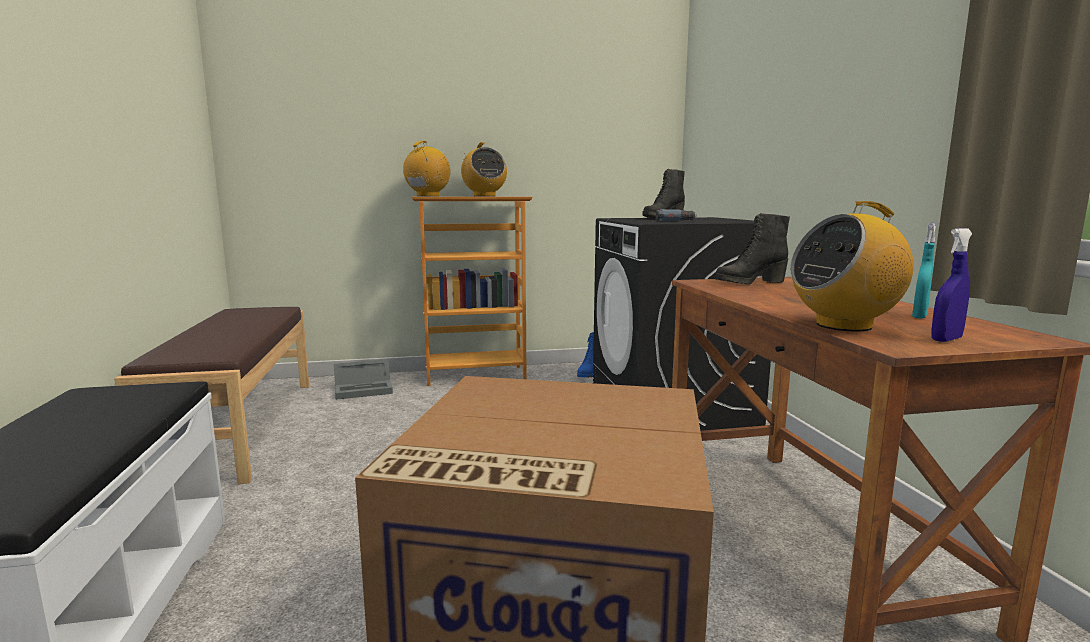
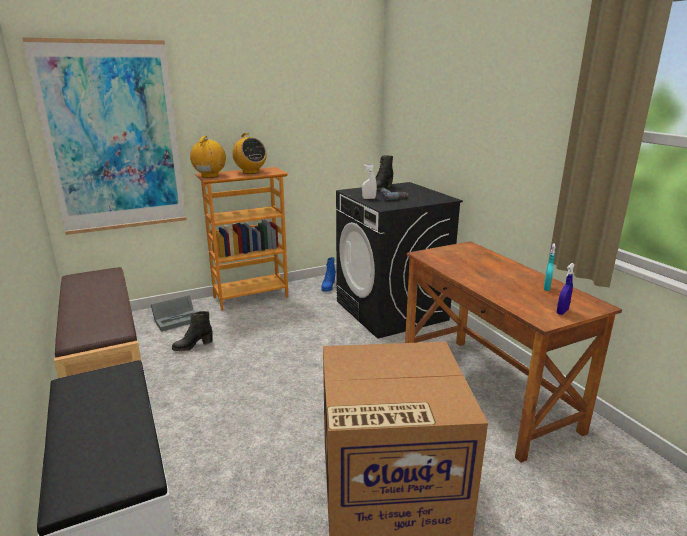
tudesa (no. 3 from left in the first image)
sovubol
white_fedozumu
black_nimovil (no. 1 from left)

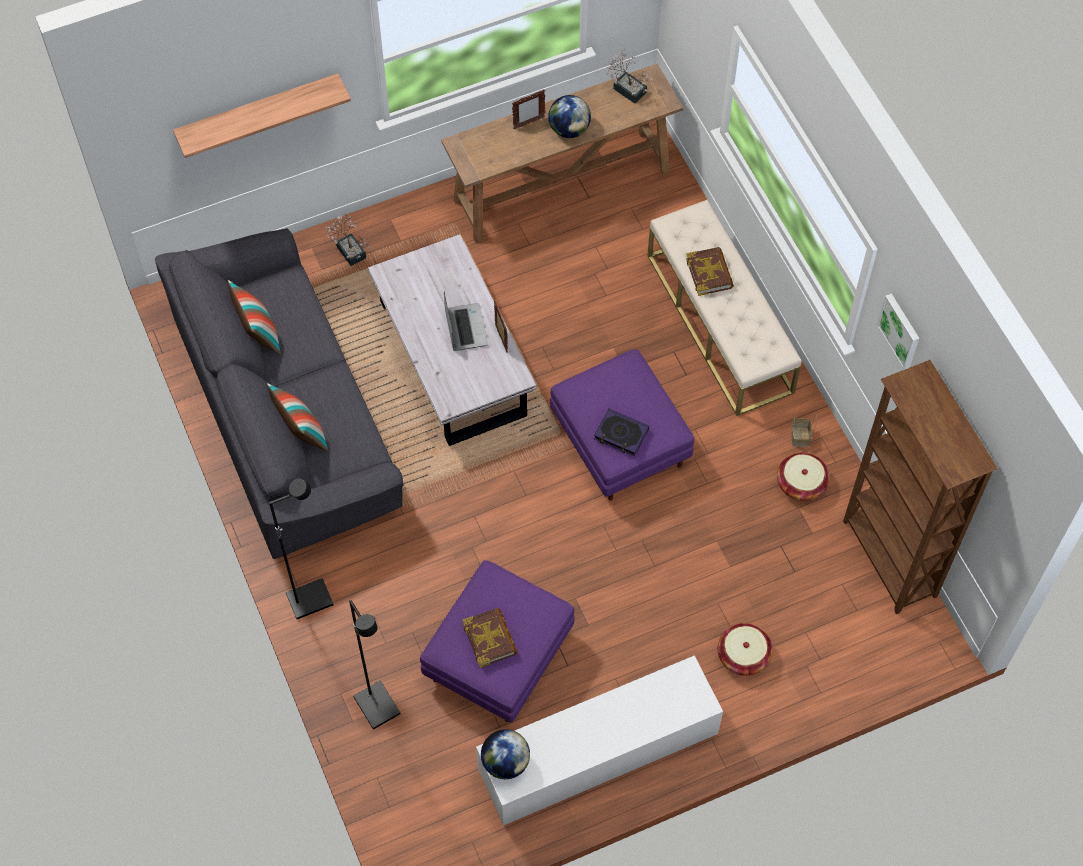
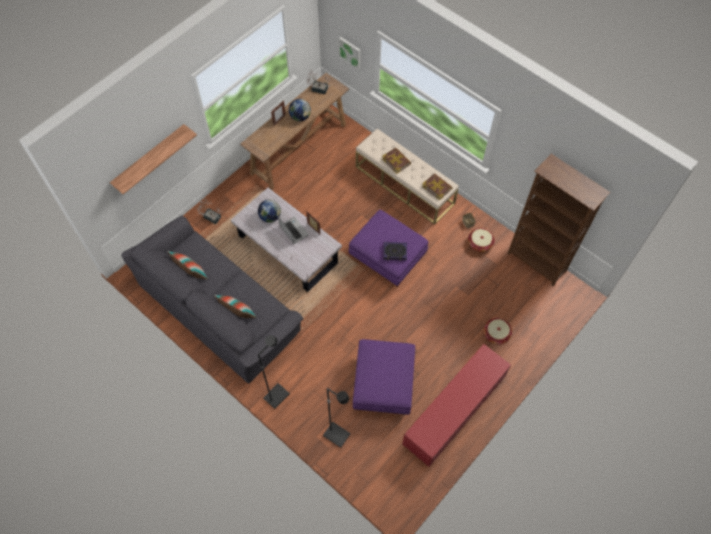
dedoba (no. 3 from left)
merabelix (no. 1 from left)
sovubol
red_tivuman

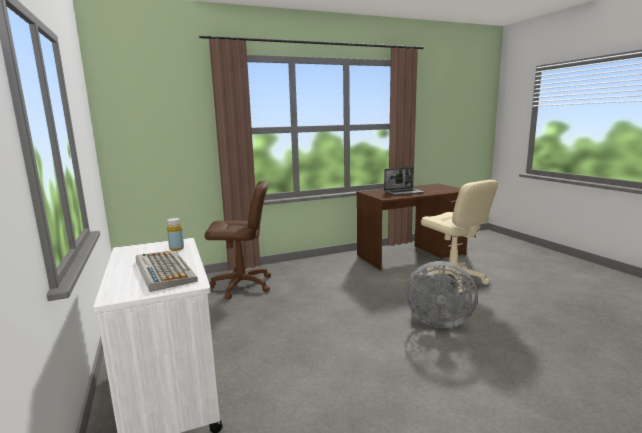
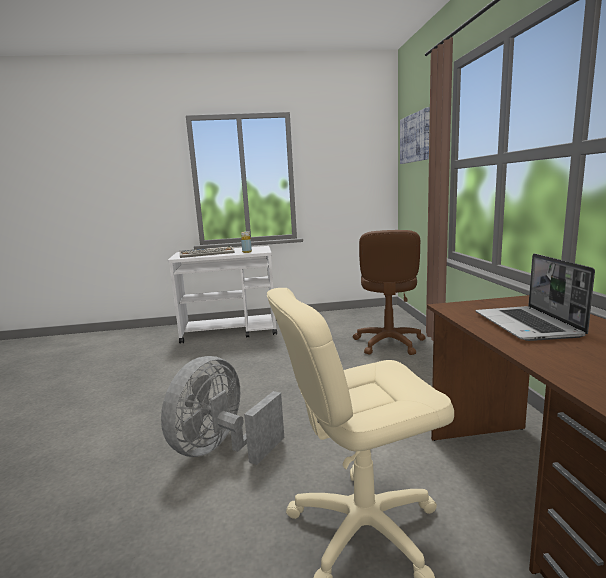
sovubol

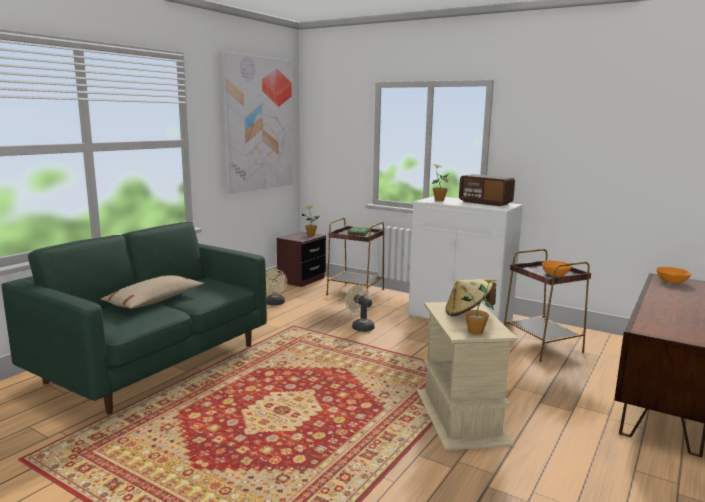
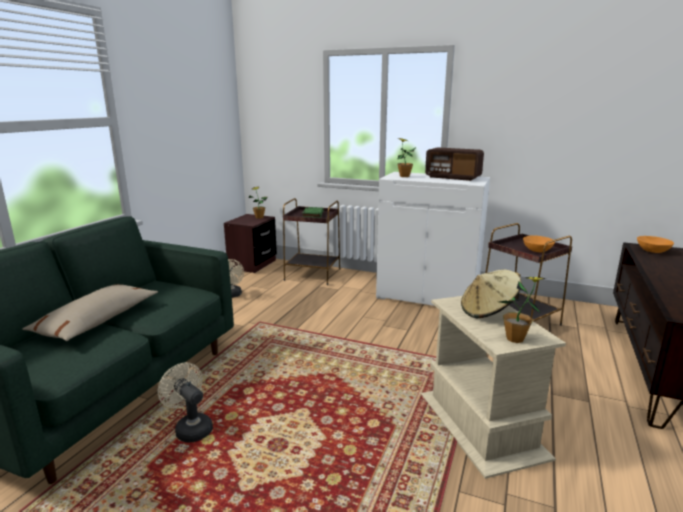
sovubol
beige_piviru (no. 1 from left)

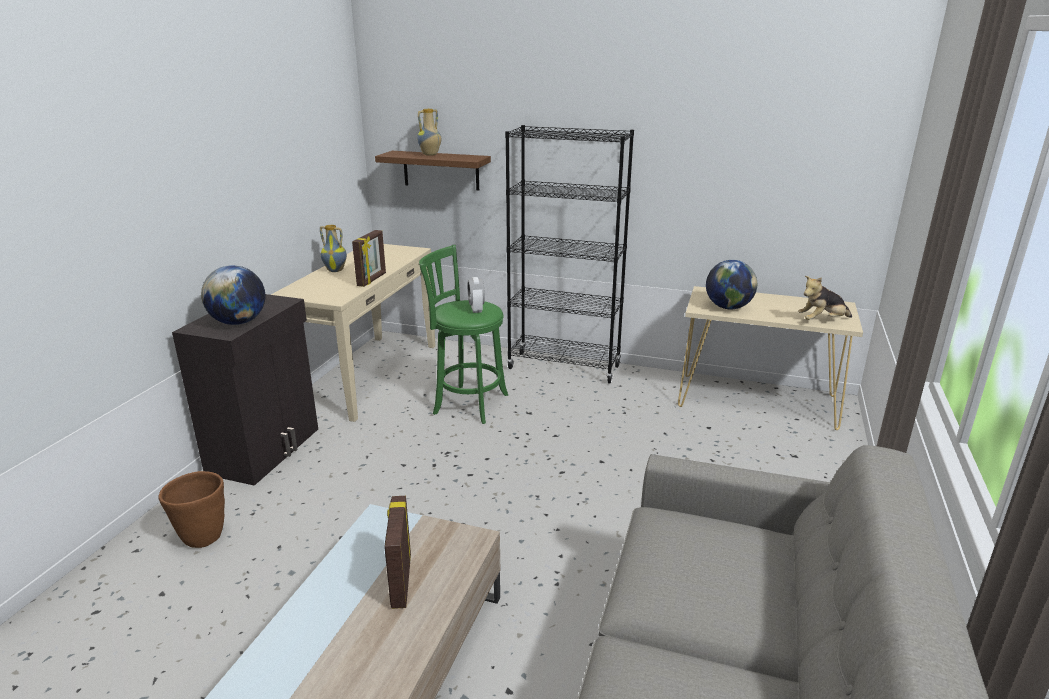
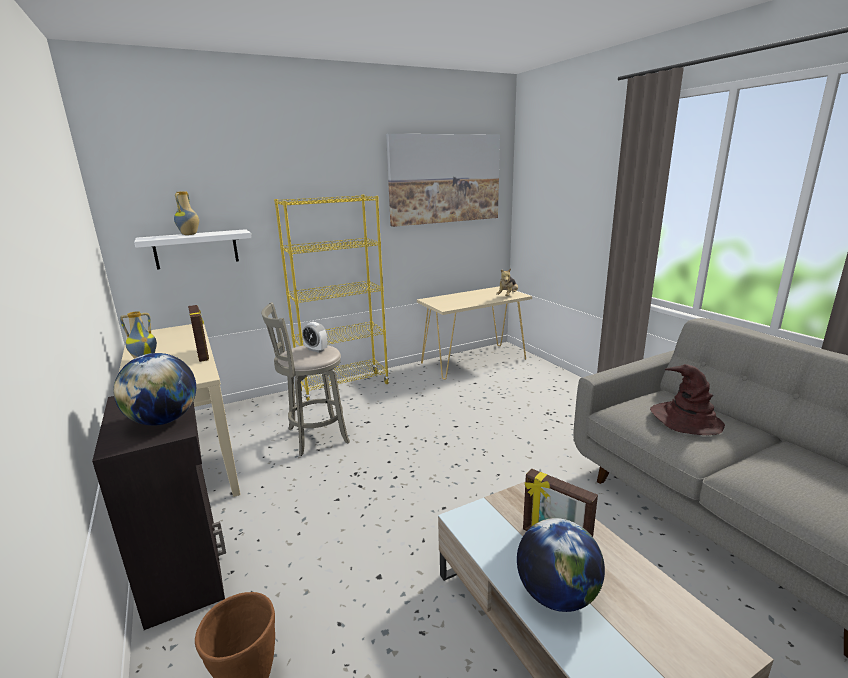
sovubol
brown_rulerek
merabelix (no. 2 from left)
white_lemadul
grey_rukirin
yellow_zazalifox

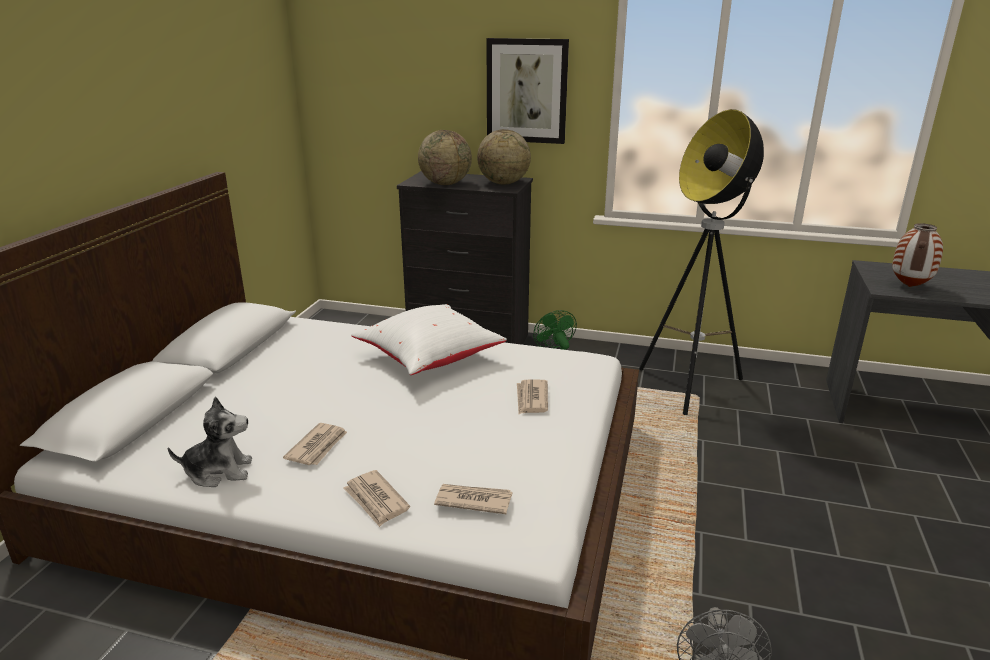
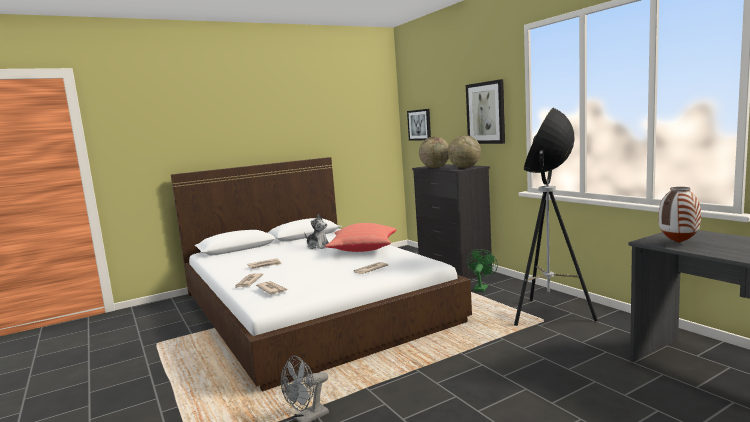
sovubol (no. 1 from left)
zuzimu
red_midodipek

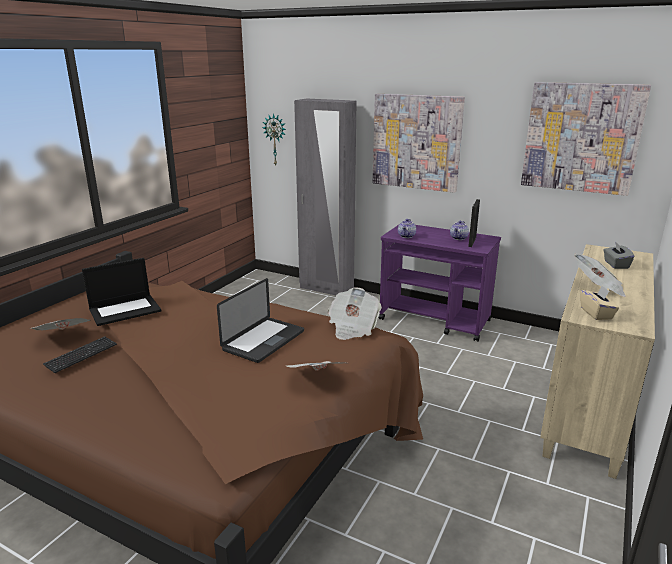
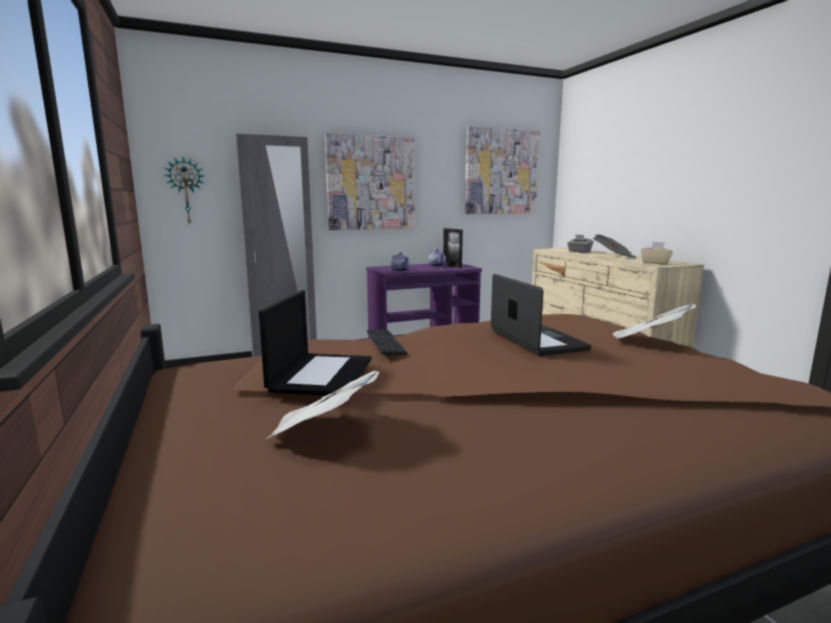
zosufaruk (no. 3 from left in the first image)
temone

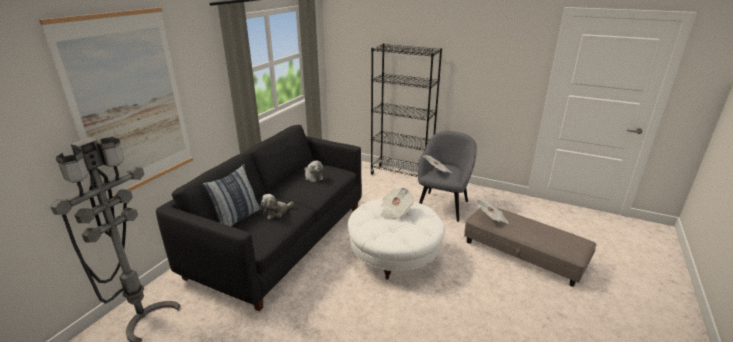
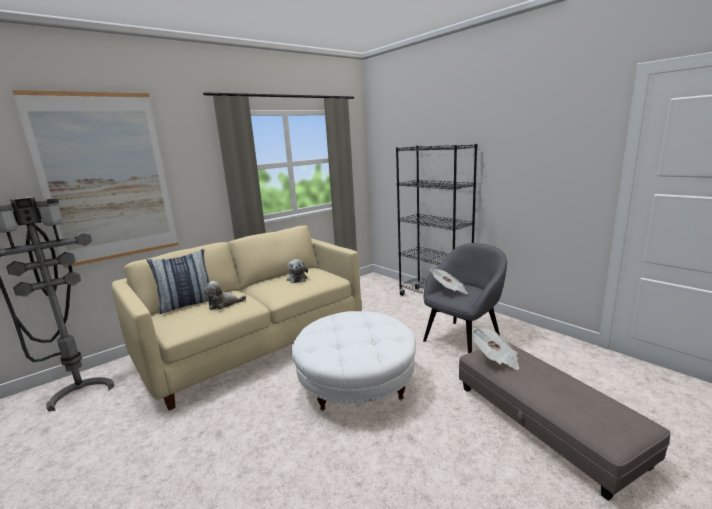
zosufaruk (no. 1 from left in the first image)
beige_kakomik

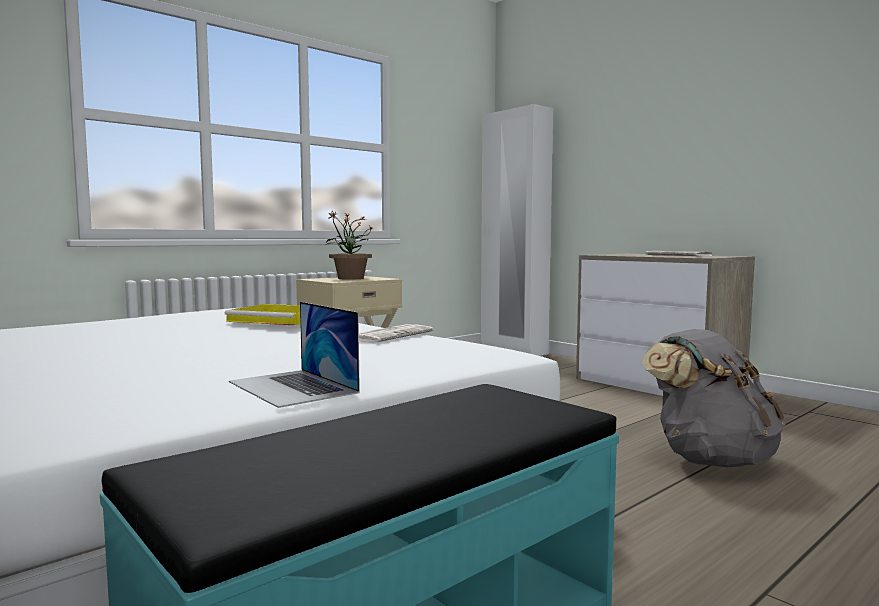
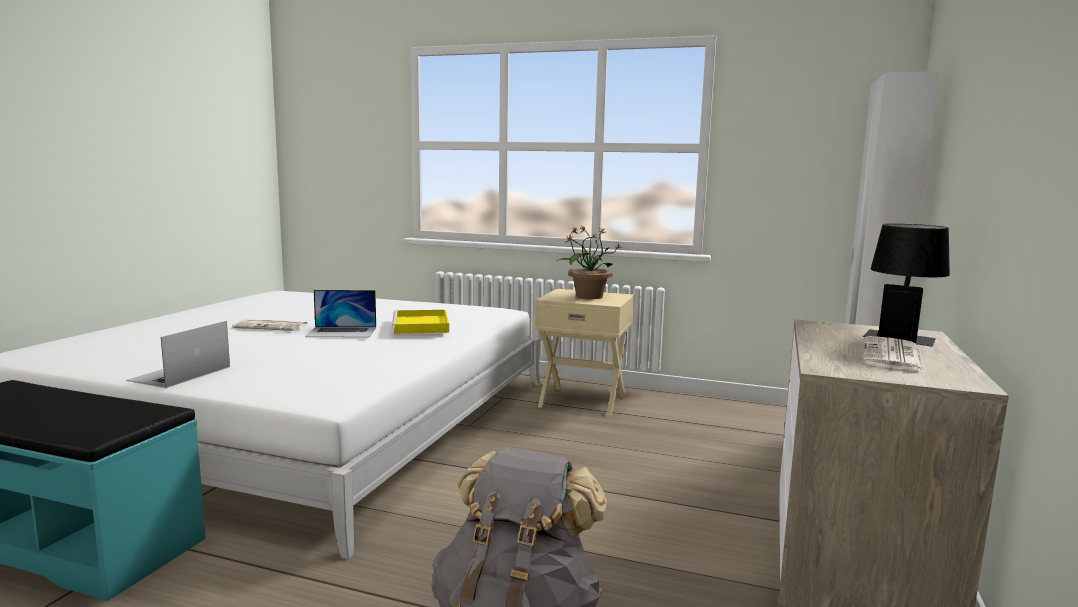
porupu (no. 2 from left)
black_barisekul
zosufaruk (no. 1 from left)

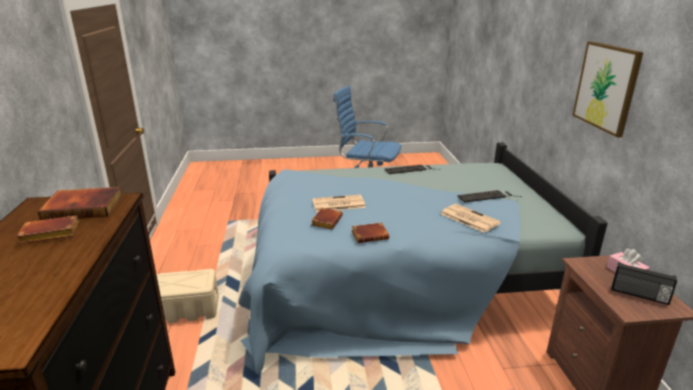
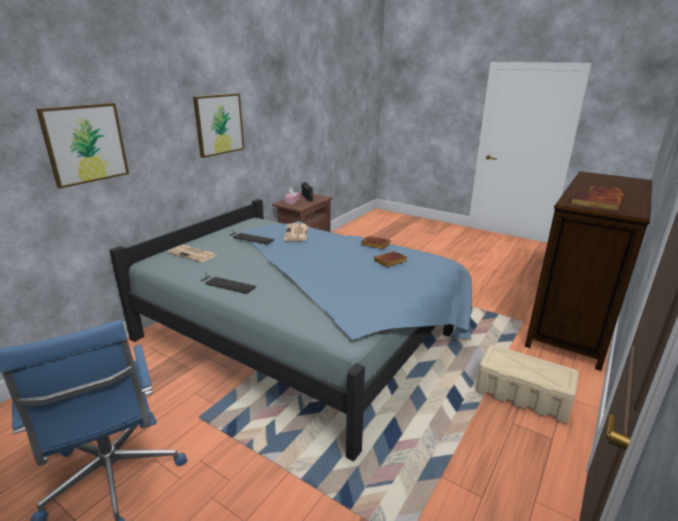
sovubol (no. 1 from left)
zosufaruk (no. 1 from left)

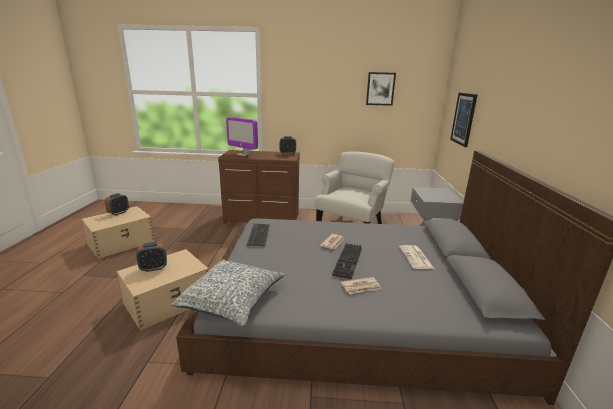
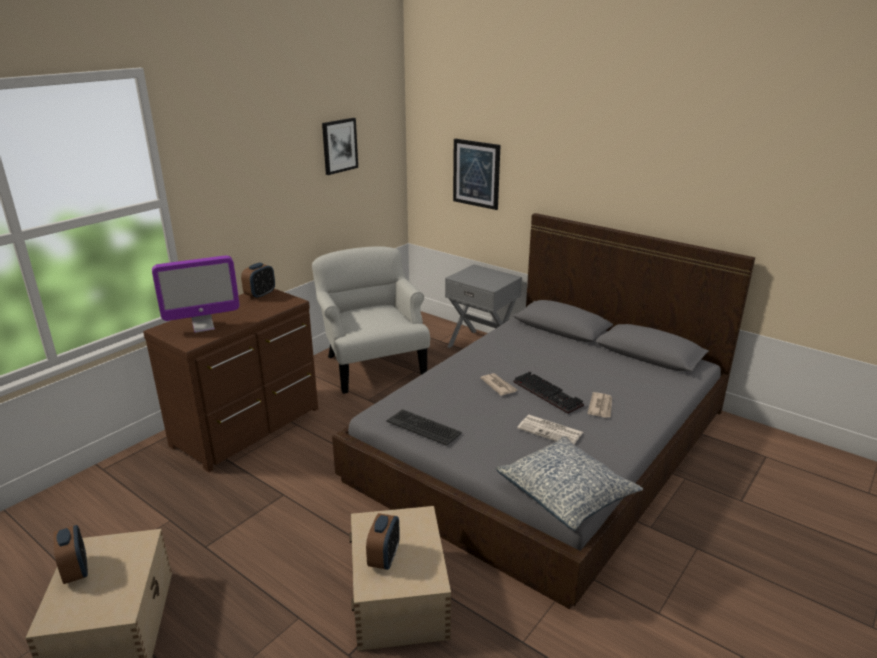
zosufaruk (no. 2 from left)

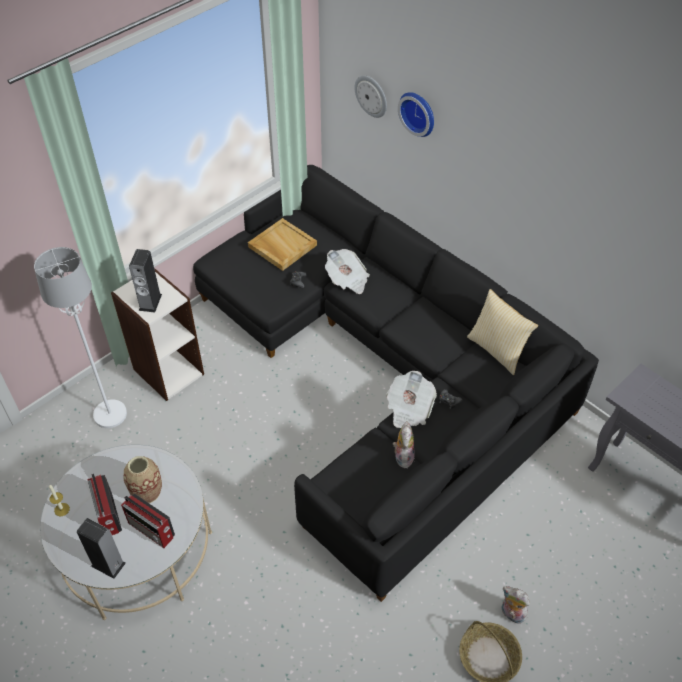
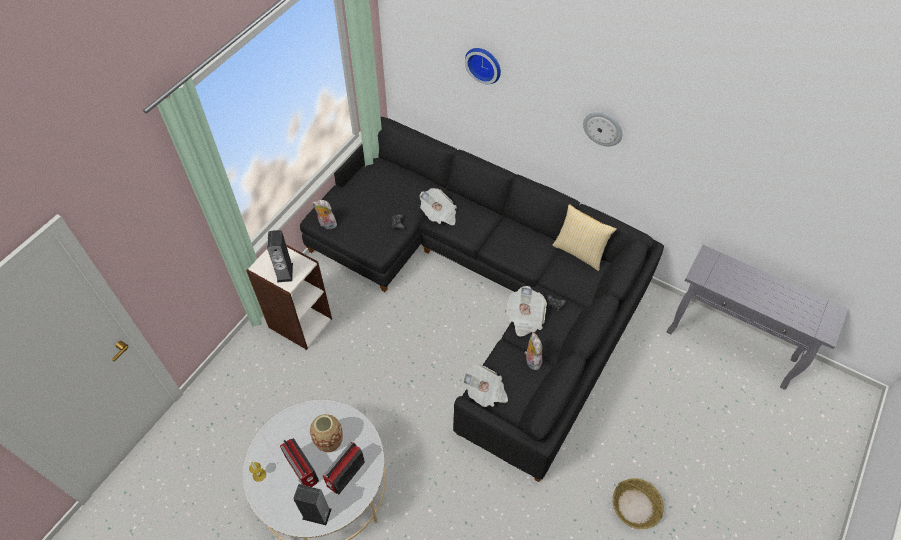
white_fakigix
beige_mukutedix
zosufaruk (no. 2 from left)
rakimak (no. 2 from left)
zuzimu (no. 1 from left)
tudesa (no. 2 from left)

